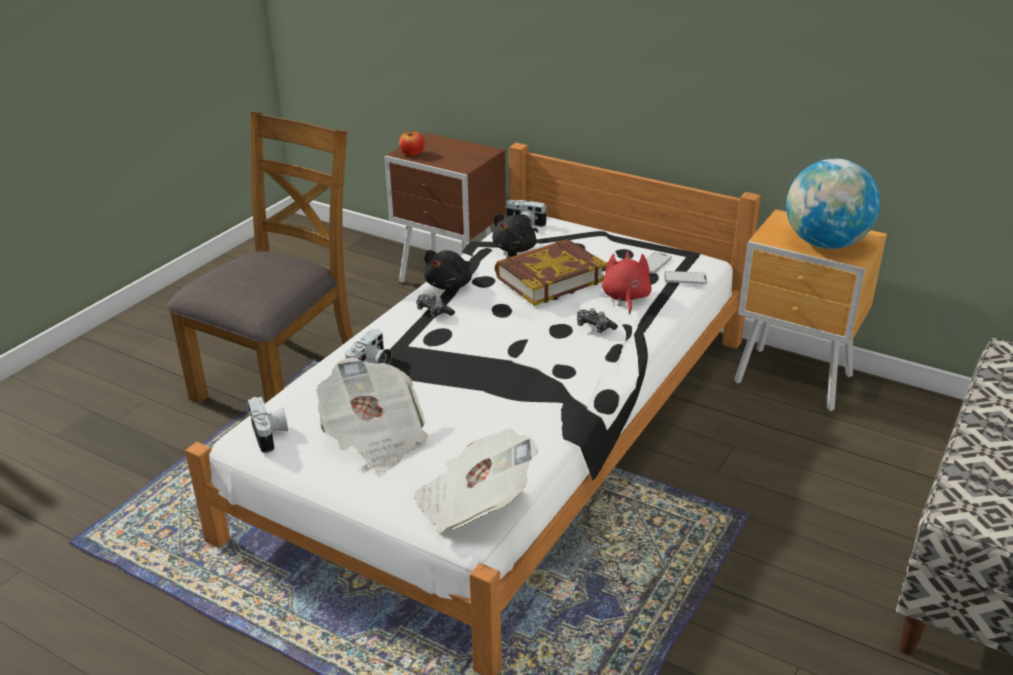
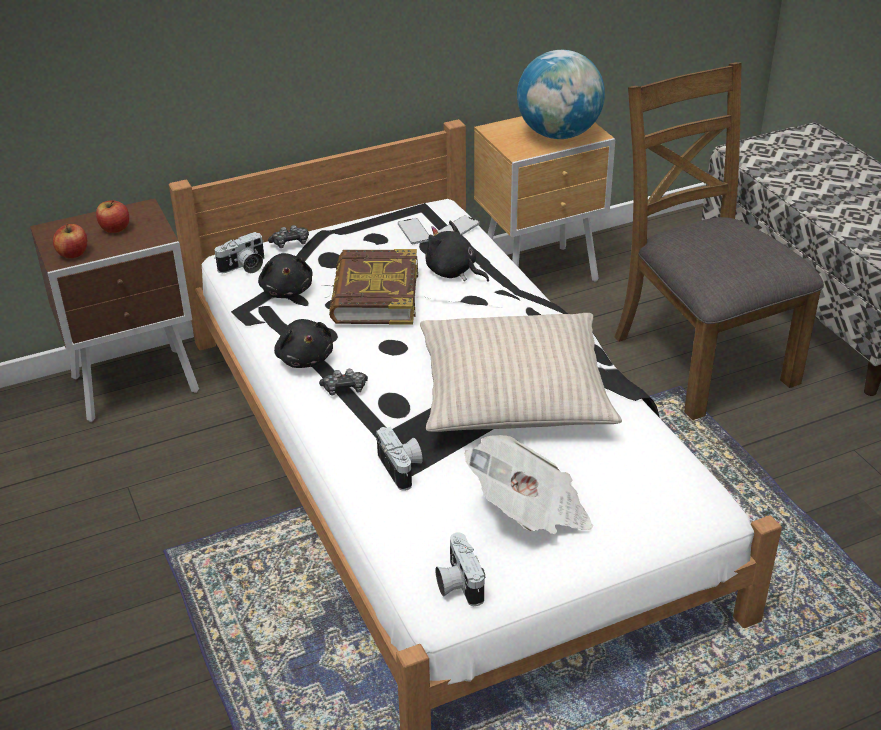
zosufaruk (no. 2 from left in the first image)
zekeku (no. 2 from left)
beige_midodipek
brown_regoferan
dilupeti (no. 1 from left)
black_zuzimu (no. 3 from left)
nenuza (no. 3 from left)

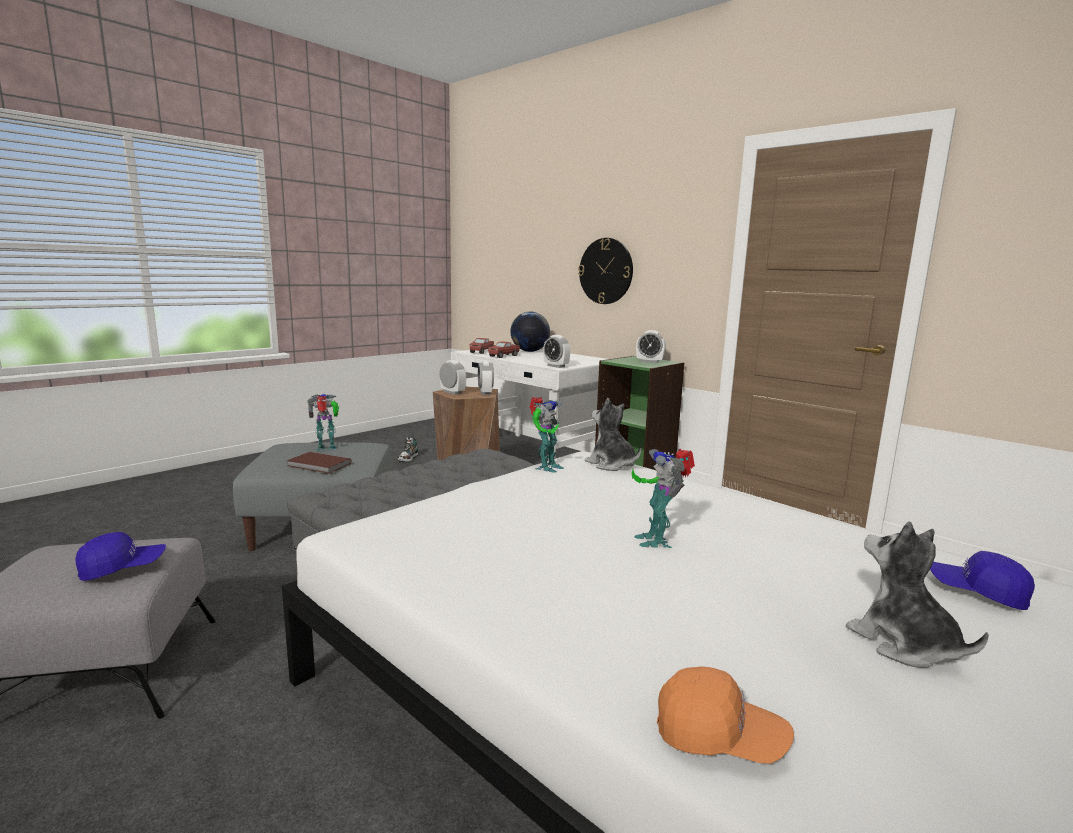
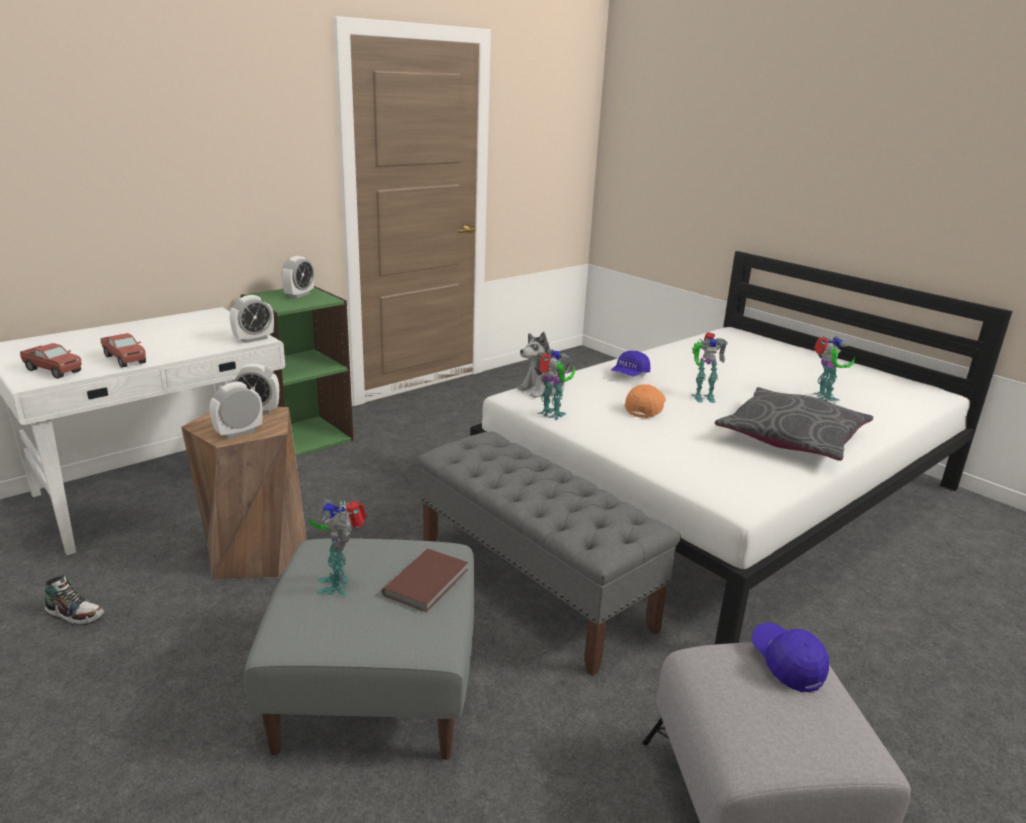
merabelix
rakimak
zuzimu (no. 2 from left in the first image)
grey_midodipek
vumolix (no. 4 from left)
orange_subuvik
blue_subuvik (no. 1 from left)

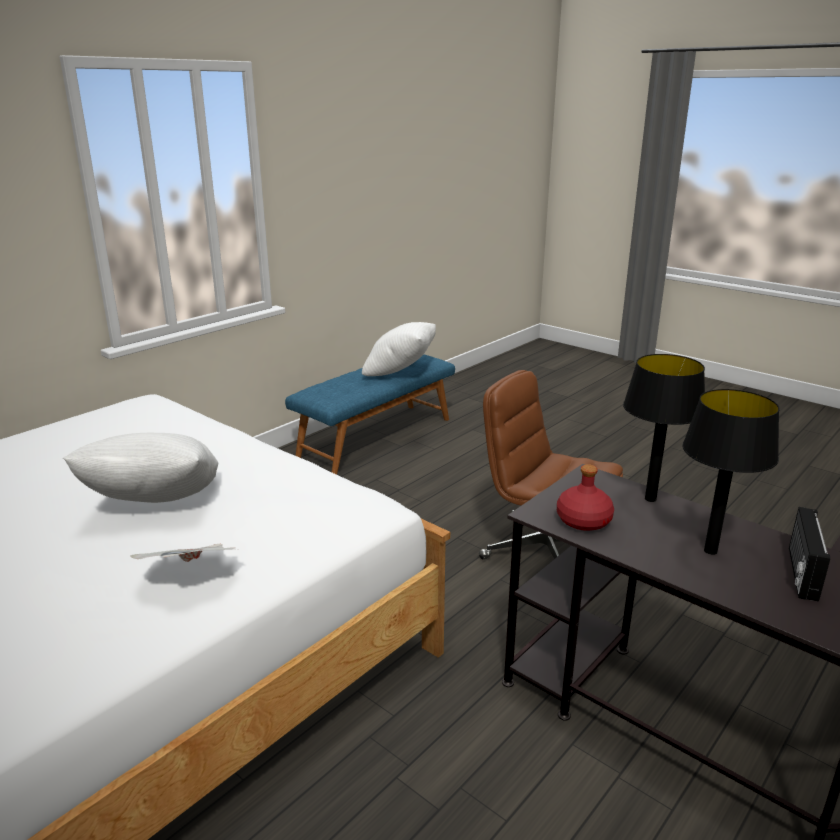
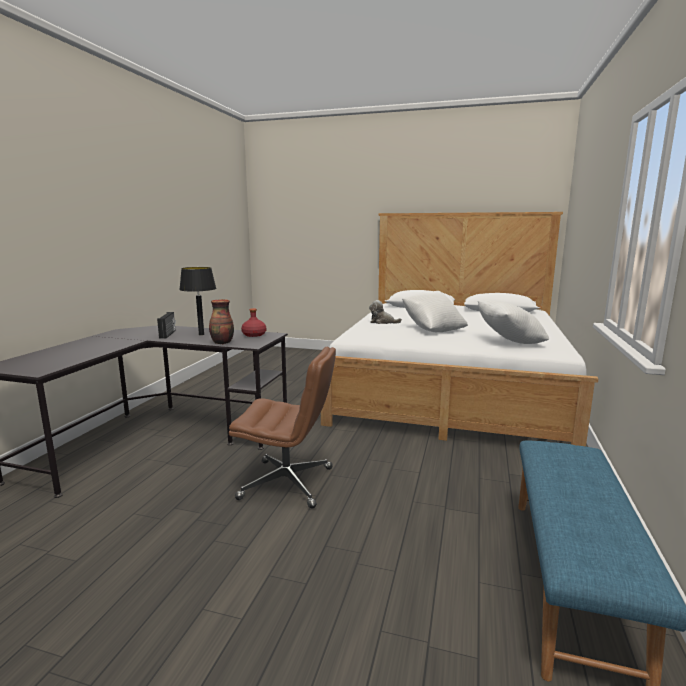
white_midodipek (no. 2 from left)
zuzimu
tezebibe

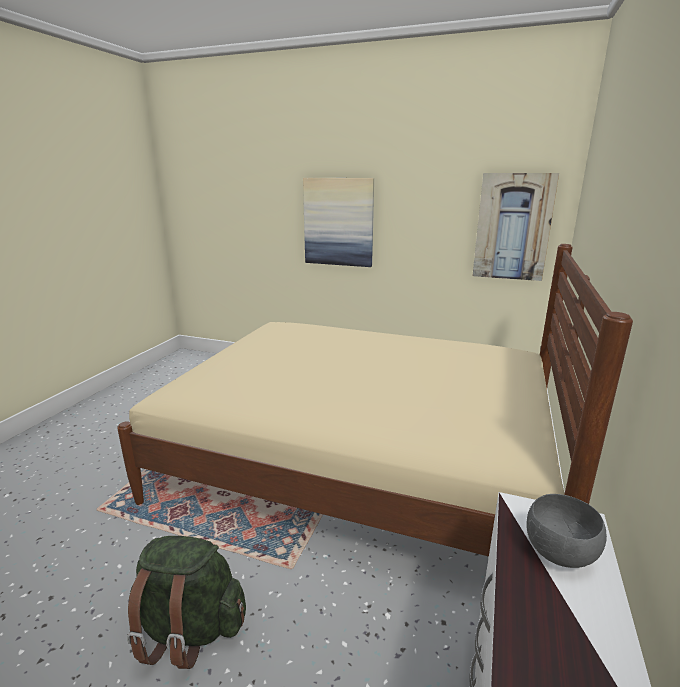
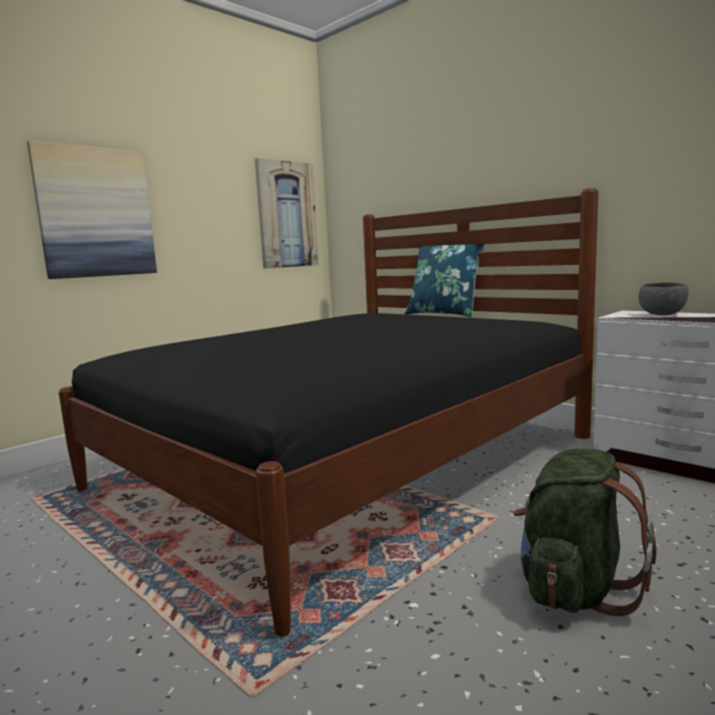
blue_midodipek
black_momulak

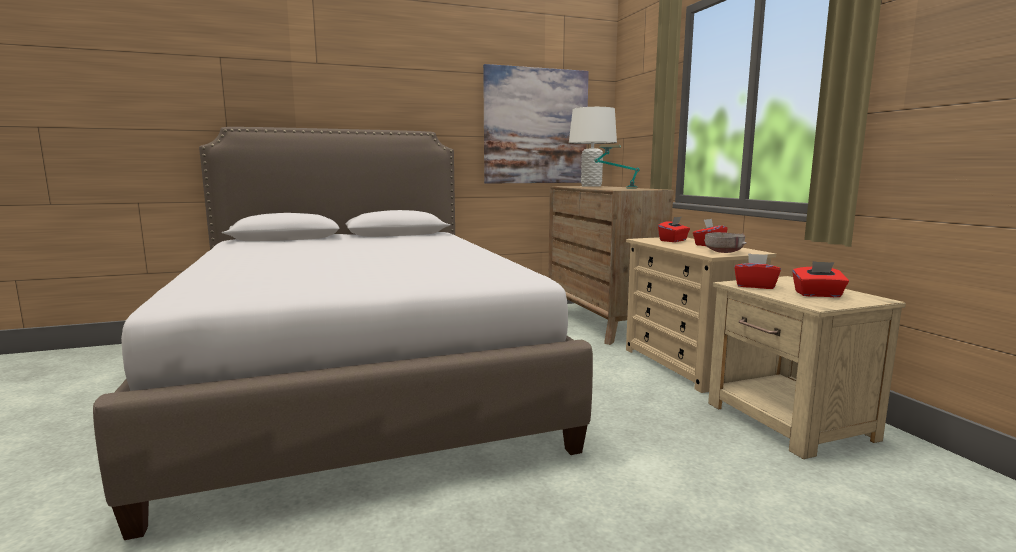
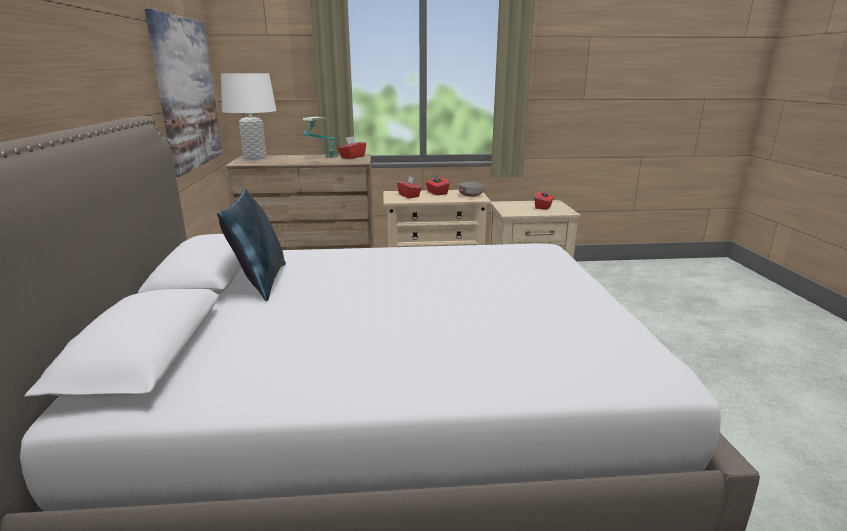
blue_midodipek
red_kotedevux (no. 1 from left)

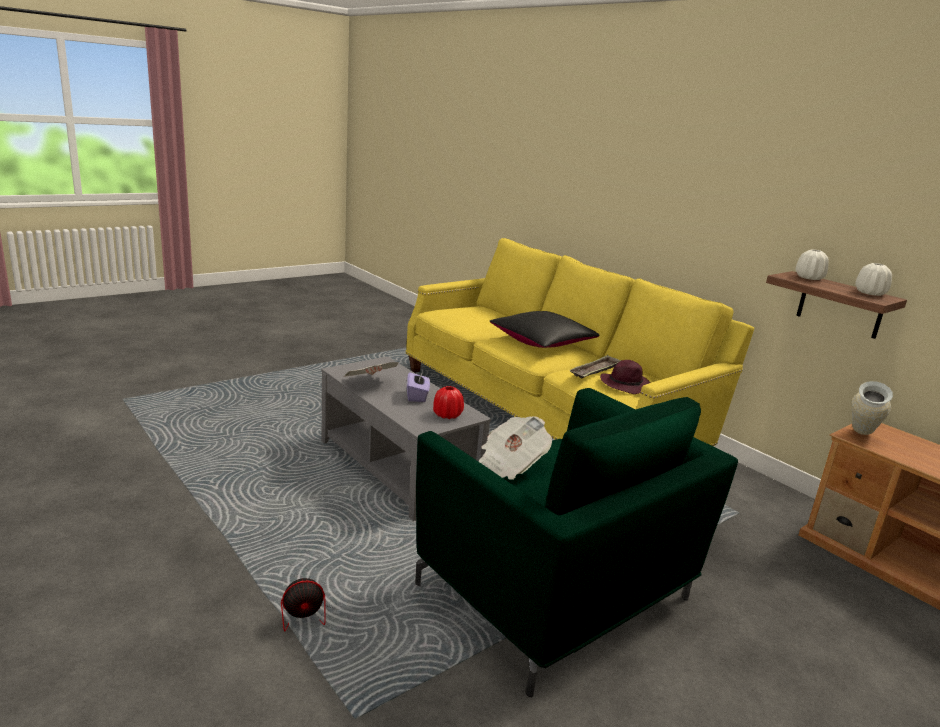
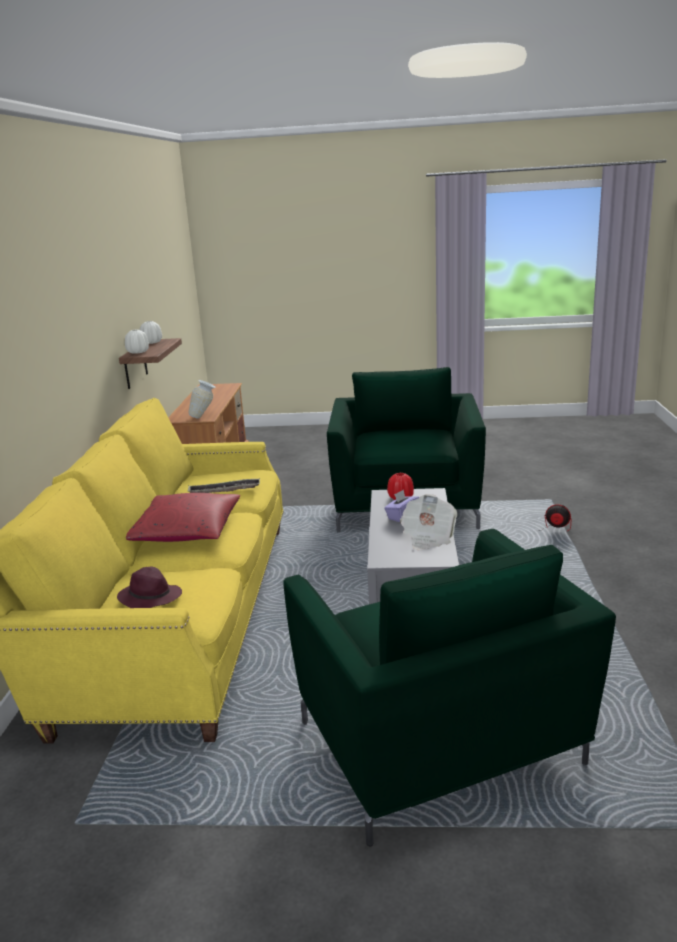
zosufaruk (no. 2 from left in the first image)
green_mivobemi (no. 2 from left)
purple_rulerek
red_midodipek

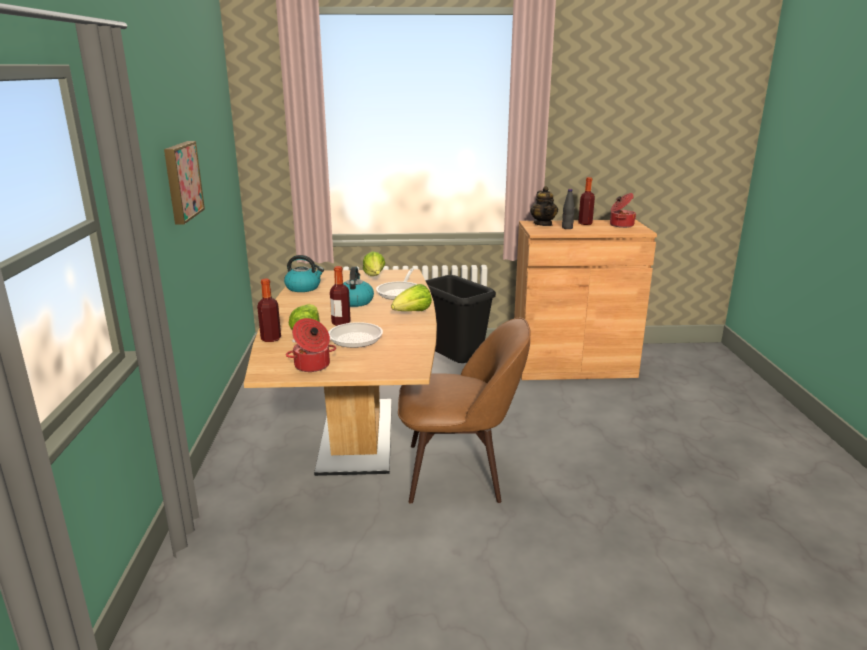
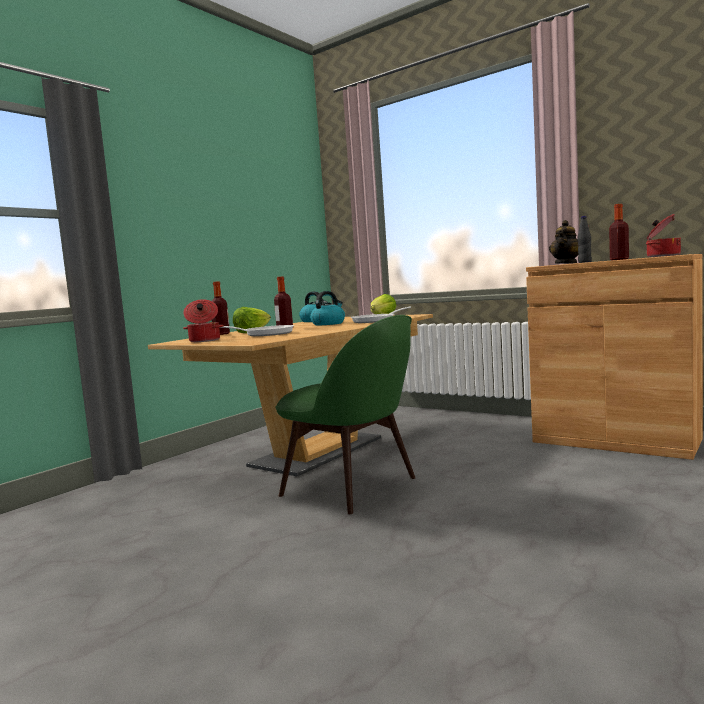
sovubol
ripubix (no. 3 from left in the first image)
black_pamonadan
green_regoferan

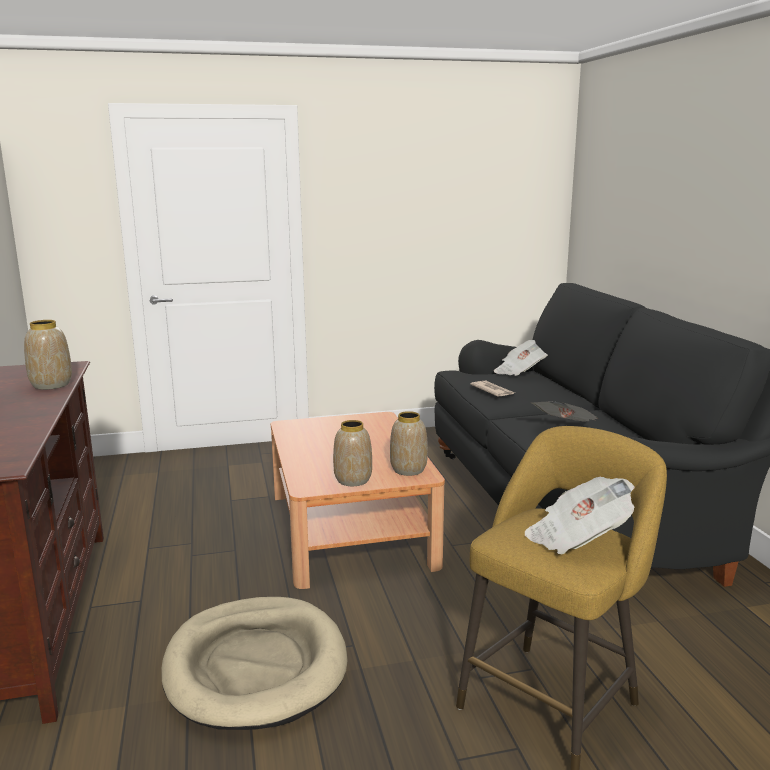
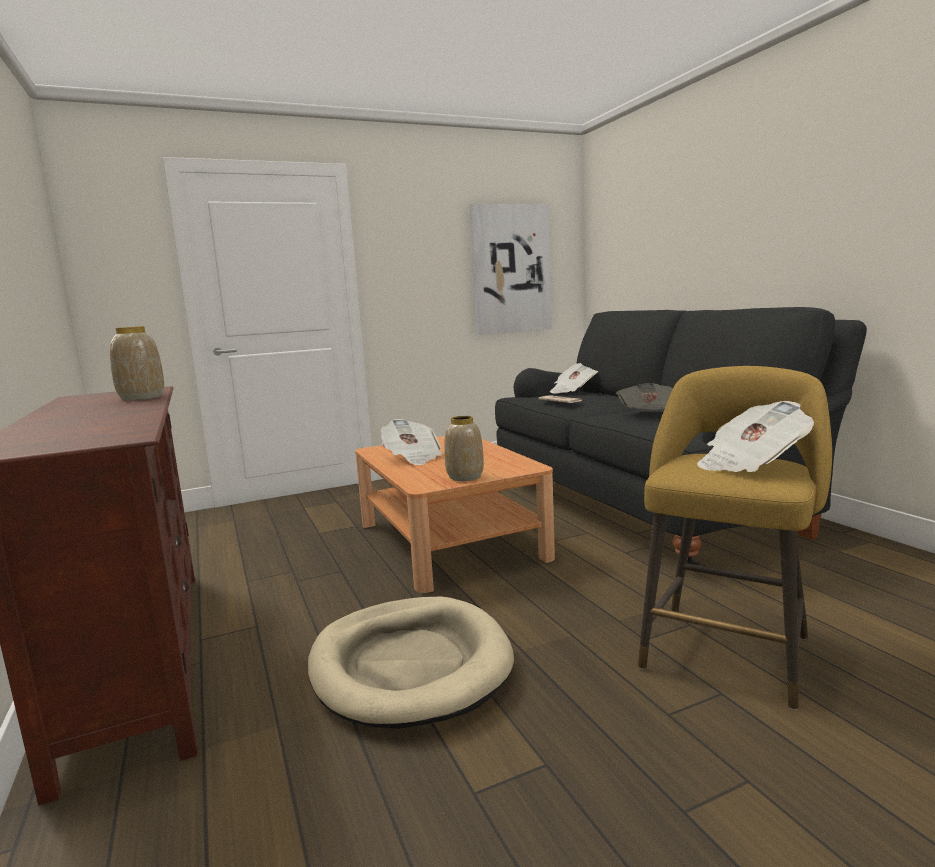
tezebibe (no. 3 from left in the first image)
zosufaruk (no. 1 from left)
sovubol

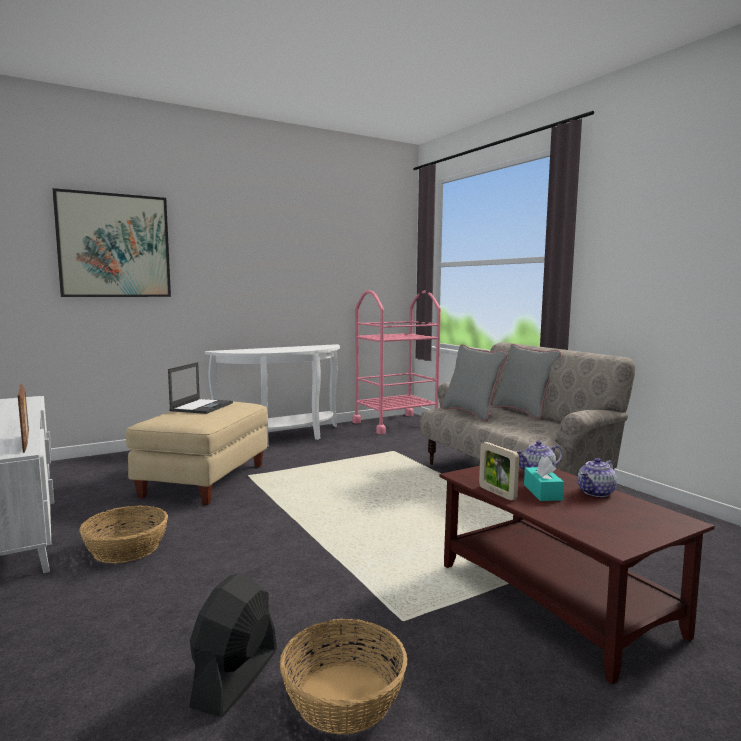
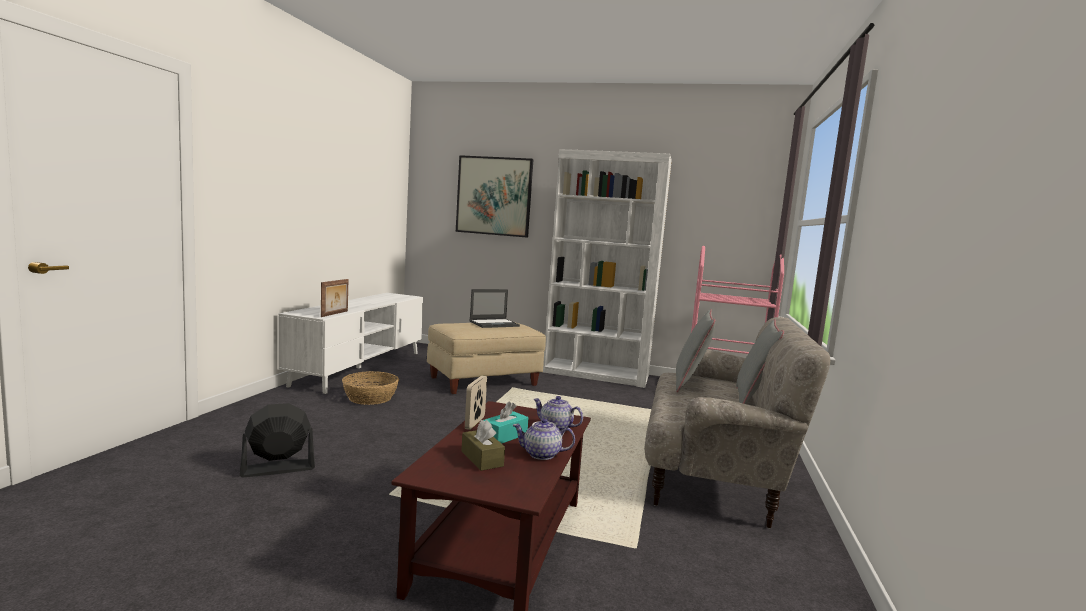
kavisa (no. 2 from left in the first image)
brown_kotedevux
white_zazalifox

